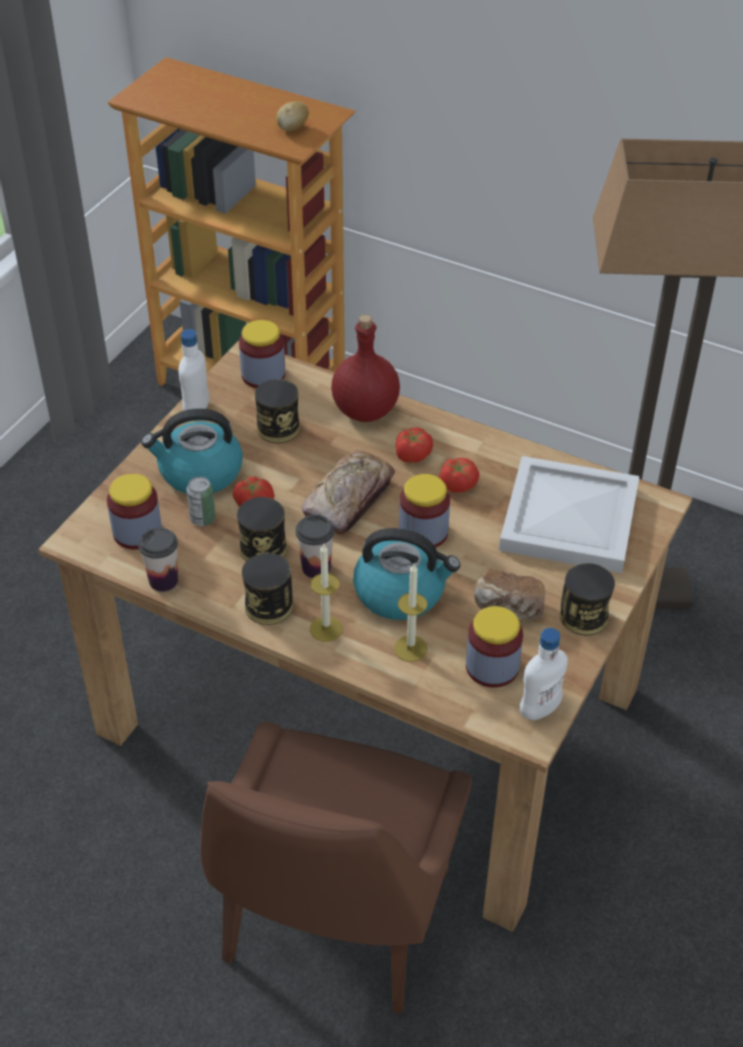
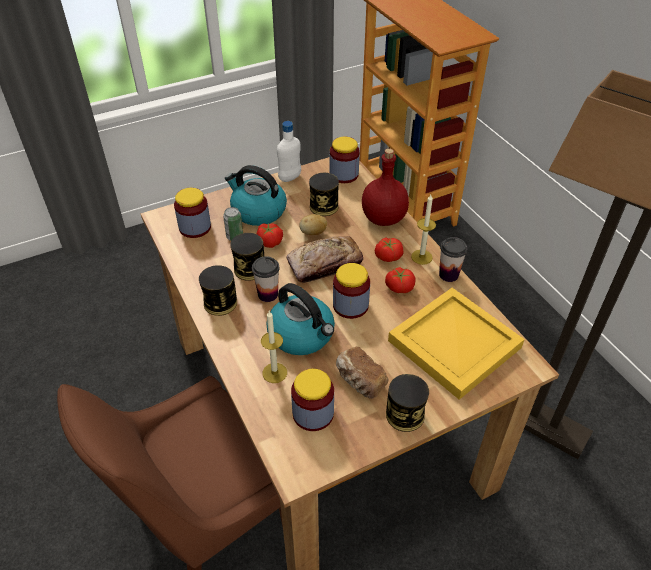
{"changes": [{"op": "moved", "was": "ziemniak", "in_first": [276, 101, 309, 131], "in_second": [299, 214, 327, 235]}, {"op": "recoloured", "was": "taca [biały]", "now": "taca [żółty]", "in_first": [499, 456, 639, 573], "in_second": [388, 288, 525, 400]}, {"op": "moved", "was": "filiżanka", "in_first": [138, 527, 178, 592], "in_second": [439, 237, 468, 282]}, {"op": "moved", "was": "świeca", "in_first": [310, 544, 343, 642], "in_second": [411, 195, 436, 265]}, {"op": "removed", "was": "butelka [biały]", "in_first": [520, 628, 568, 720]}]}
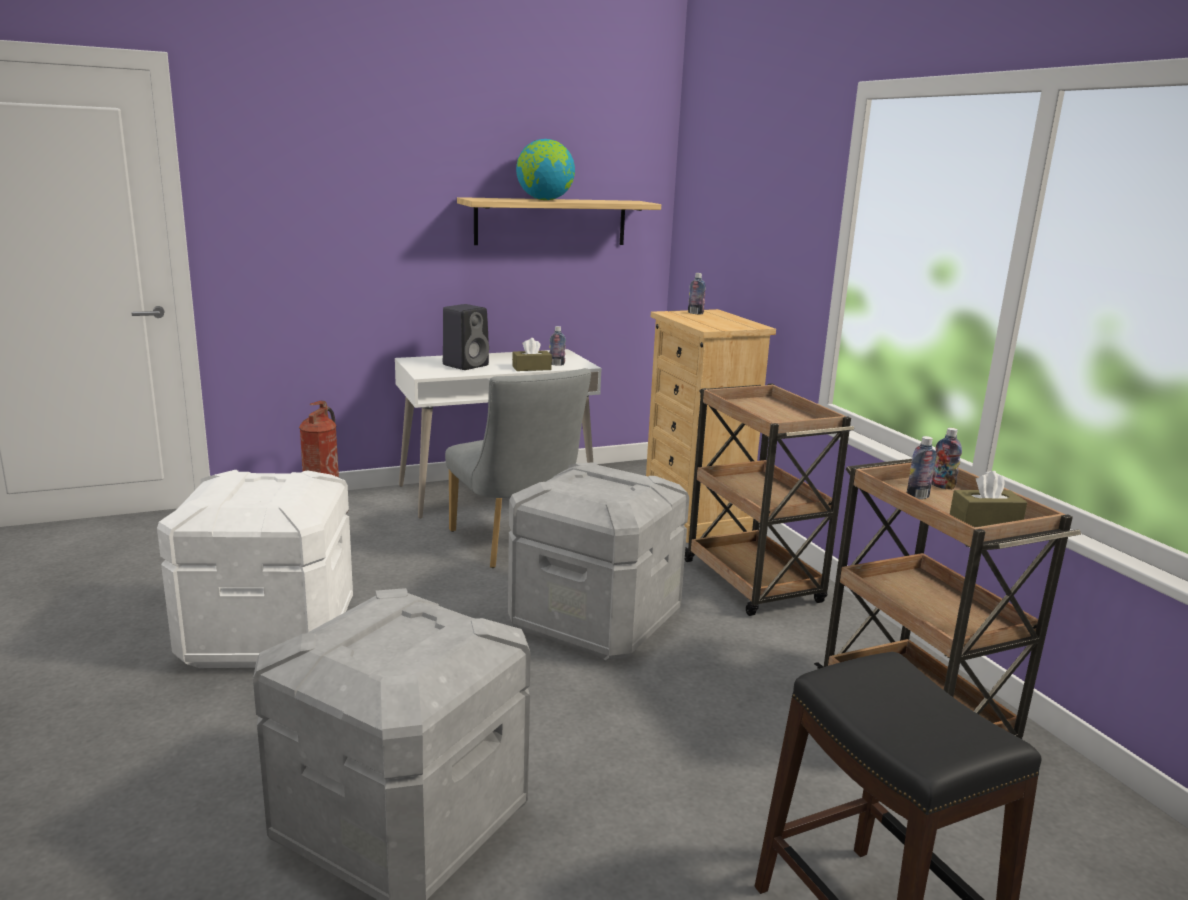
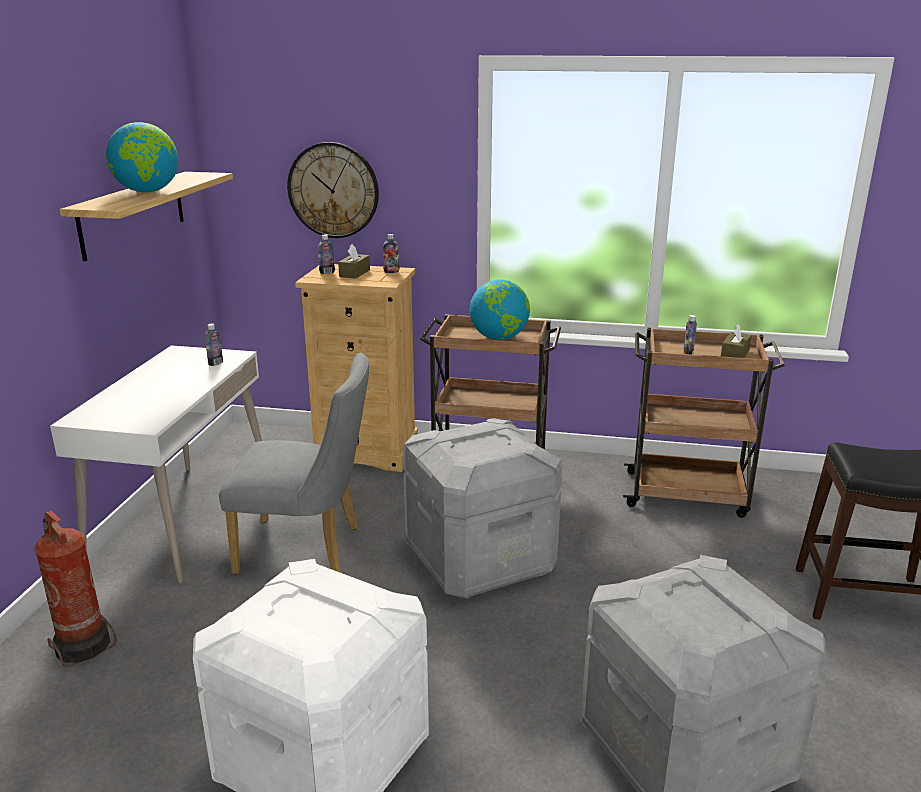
{"changes": [{"op": "removed", "was": "głośnik [czarny]", "in_first": [443, 304, 489, 370]}, {"op": "moved", "was": "pudełko chusteczek [brązowy]", "in_first": [512, 338, 552, 371], "in_second": [338, 244, 370, 279]}, {"op": "moved", "was": "butelka", "in_first": [932, 428, 962, 490], "in_second": [383, 234, 400, 273]}, {"op": "added", "now": "zegar ścienny", "in_second": [287, 142, 379, 238]}, {"op": "added", "now": "globus", "in_second": [470, 279, 530, 340]}]}
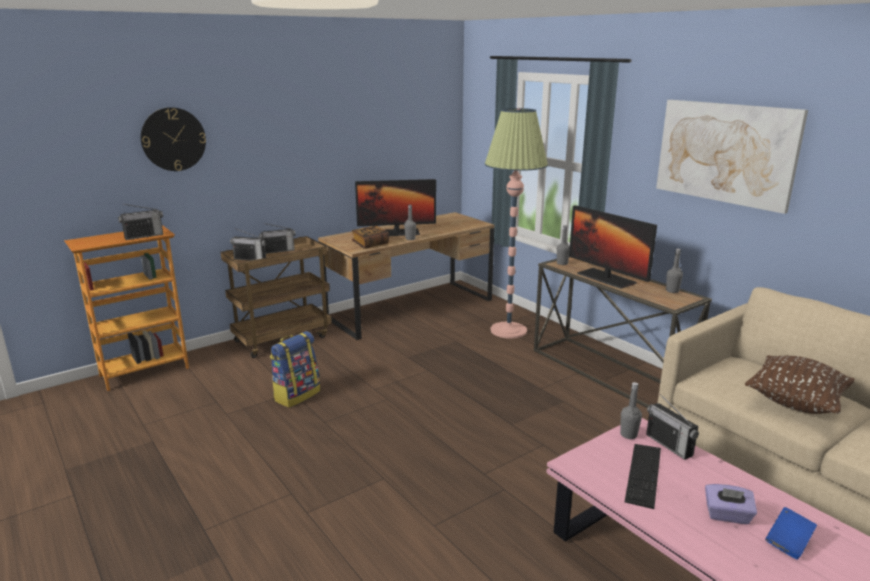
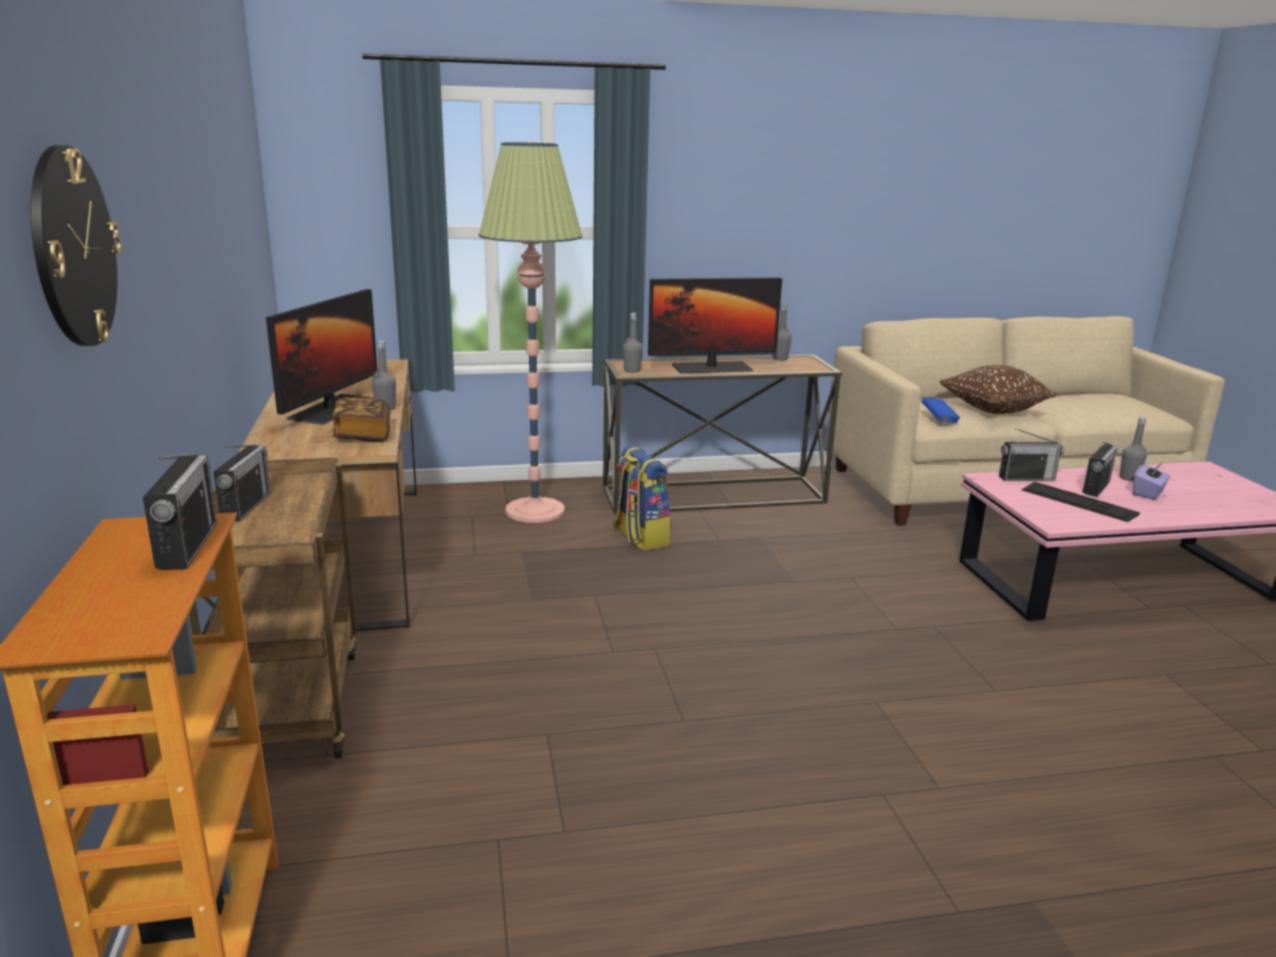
{"changes": [{"op": "removed", "was": "obraz", "in_first": [656, 100, 808, 214]}, {"op": "moved", "was": "radio", "in_first": [230, 228, 266, 261], "in_second": [1082, 442, 1117, 497]}, {"op": "moved", "was": "plecak", "in_first": [270, 331, 320, 408], "in_second": [613, 445, 671, 551]}, {"op": "moved", "was": "butelka [szary]", "in_first": [620, 382, 642, 439], "in_second": [1119, 417, 1147, 481]}, {"op": "moved", "was": "książka [niebieski]", "in_first": [765, 507, 817, 560], "in_second": [921, 398, 960, 423]}]}
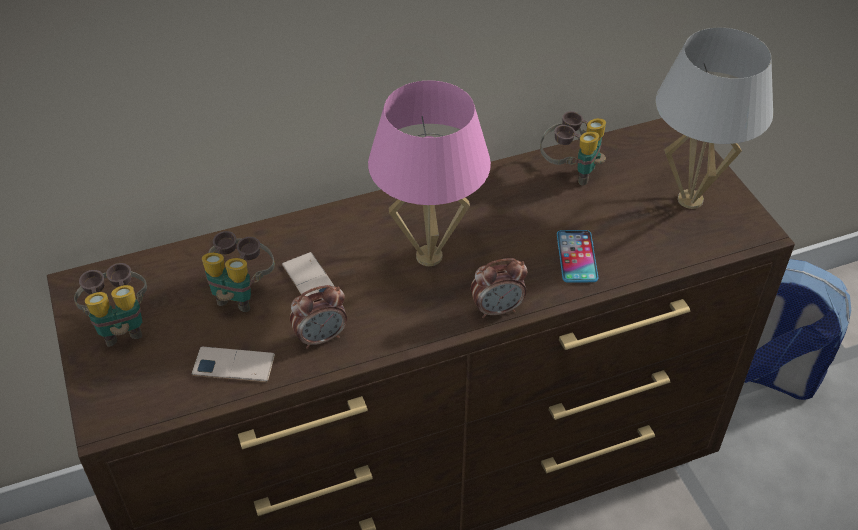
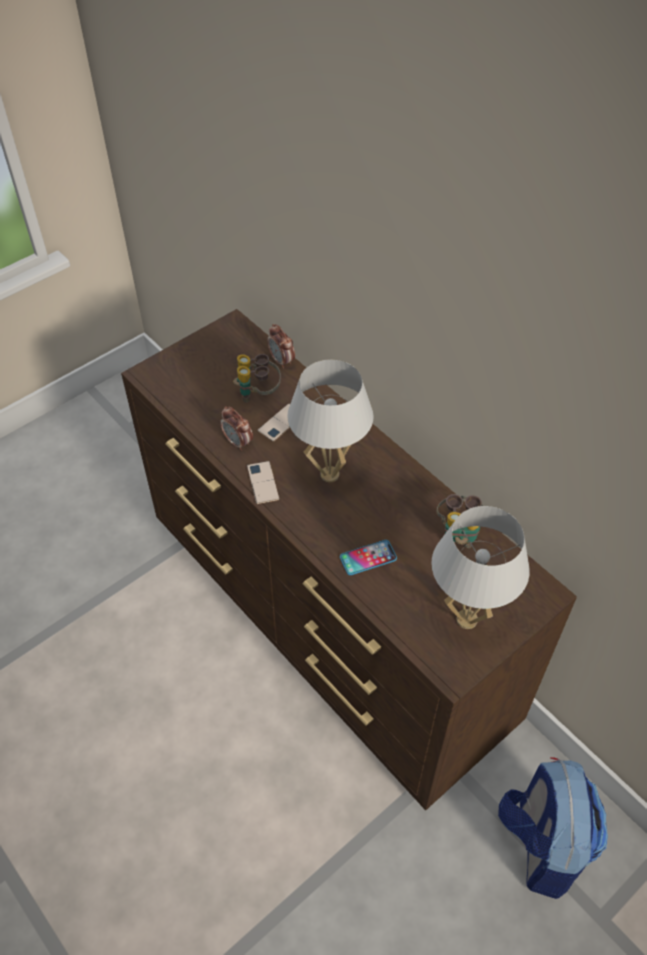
{"changes": [{"op": "recoloured", "was": "lampa stołowa [różowy]", "now": "lampa stołowa [biały]", "in_first": [368, 81, 491, 266], "in_second": [287, 360, 374, 482]}, {"op": "moved", "was": "budzik", "in_first": [471, 258, 527, 318], "in_second": [267, 324, 295, 369]}, {"op": "removed", "was": "lornetka", "in_first": [74, 263, 147, 347]}, {"op": "moved", "was": "telefon", "in_first": [191, 347, 275, 382], "in_second": [247, 461, 279, 504]}]}
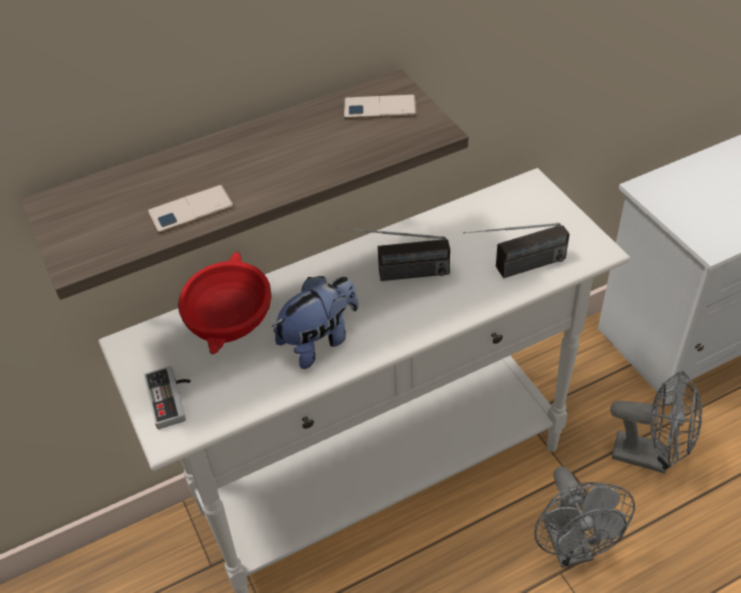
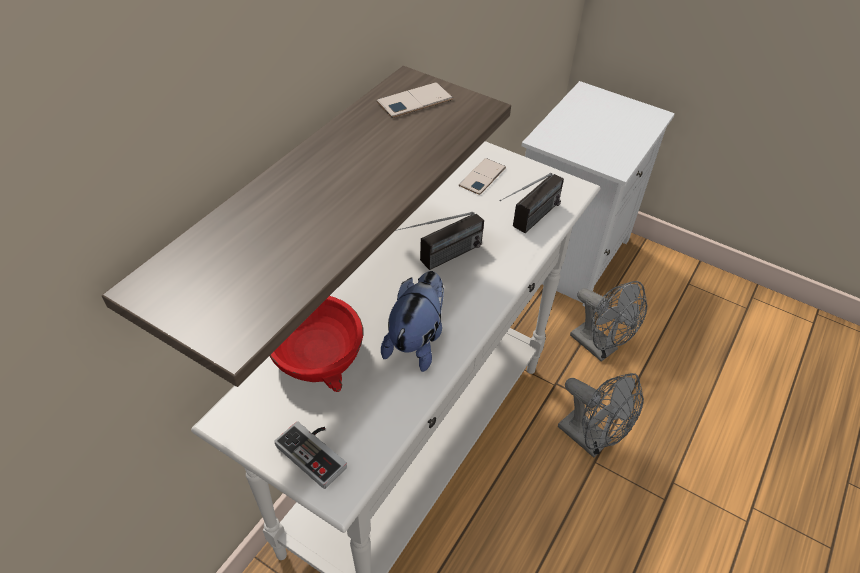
{"changes": [{"op": "moved", "was": "telefon", "in_first": [147, 185, 234, 233], "in_second": [459, 158, 506, 195]}, {"op": "turned", "was": "wentylator [szary]", "in_first": [610, 370, 702, 474], "in_second": [570, 281, 647, 362], "clockwise": 60}]}
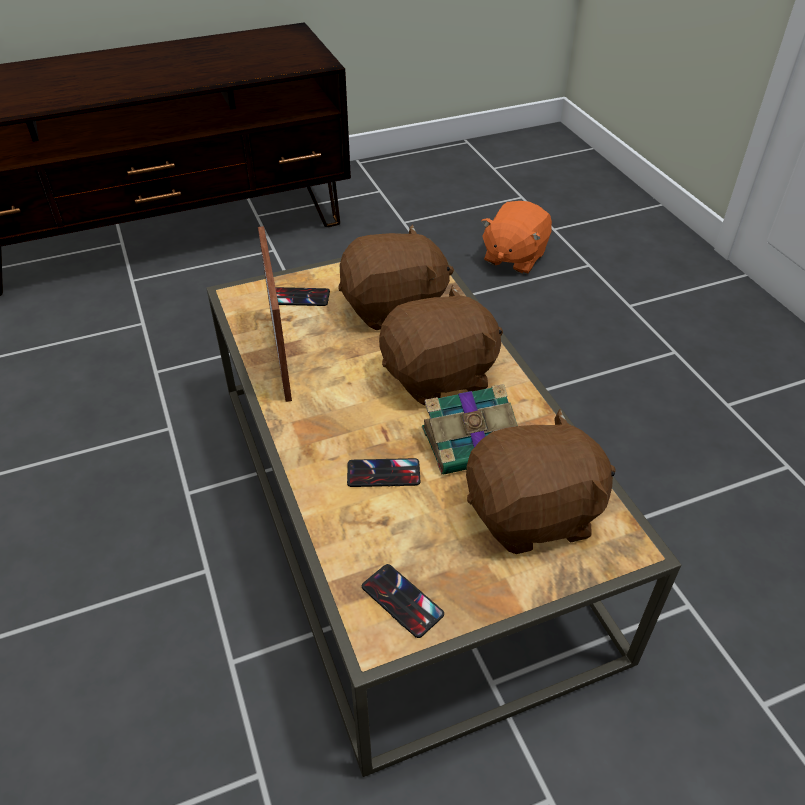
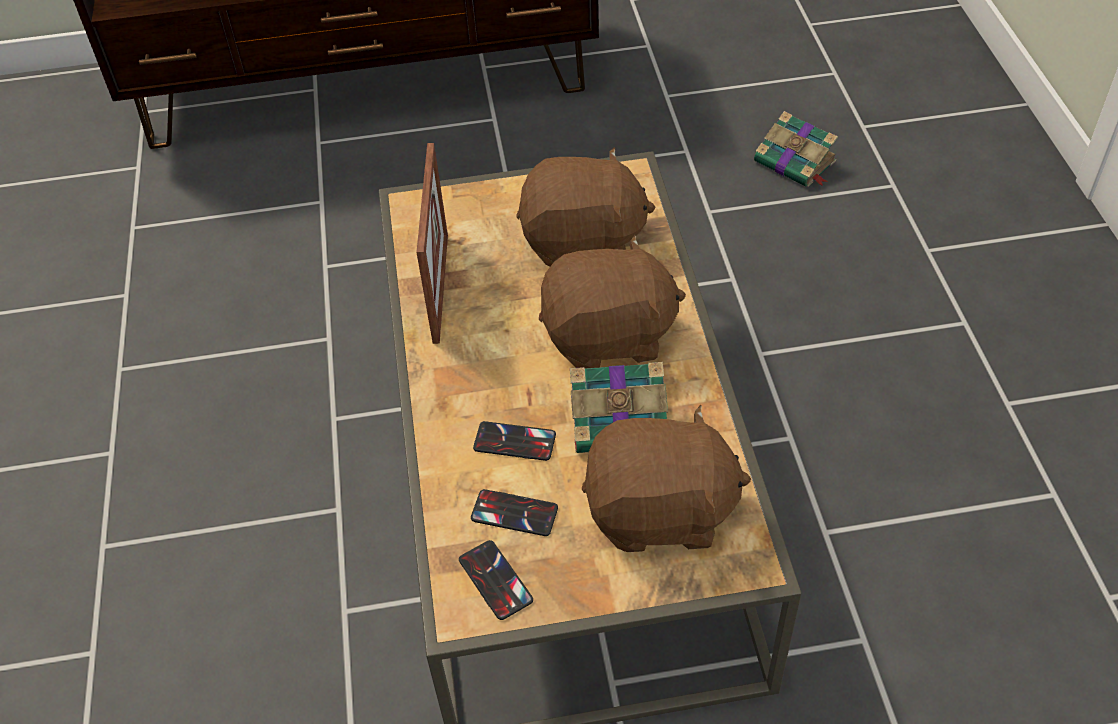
{"changes": [{"op": "replaced", "was": "pluszak [pomarańczowy]", "now": "książka", "in_first": [481, 201, 552, 274], "in_second": [754, 111, 838, 187]}, {"op": "moved", "was": "telefon", "in_first": [275, 287, 330, 306], "in_second": [471, 489, 558, 536]}]}
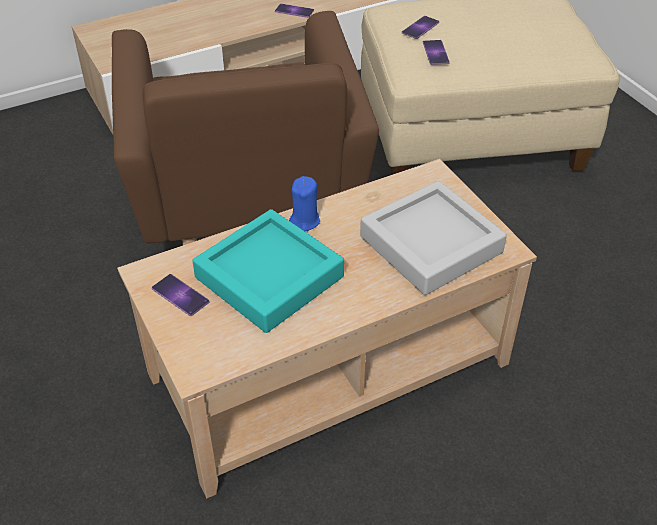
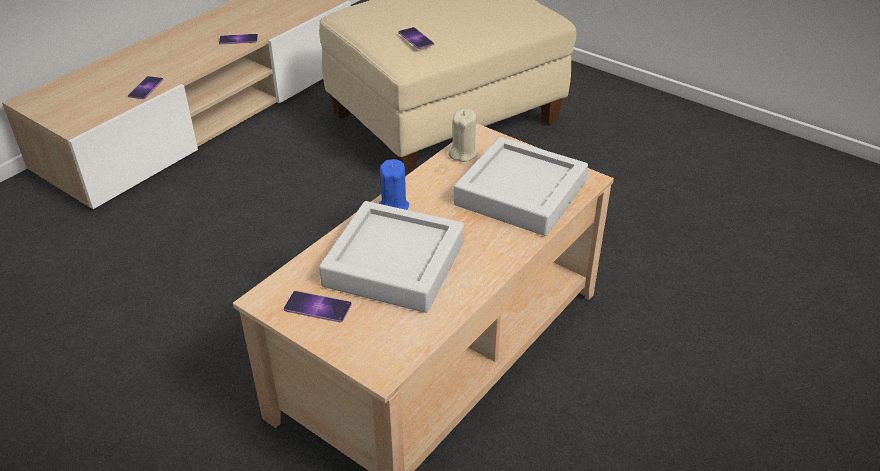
{"changes": [{"op": "removed", "was": "fotel [brązowy]", "in_first": [112, 11, 379, 245]}, {"op": "moved", "was": "telefon", "in_first": [402, 16, 439, 39], "in_second": [128, 76, 164, 99]}, {"op": "recoloured", "was": "taca [turkusowy]", "now": "taca [szary]", "in_first": [193, 209, 344, 333], "in_second": [319, 201, 464, 313]}, {"op": "added", "now": "świeca [beżowy]", "in_second": [448, 109, 478, 162]}]}
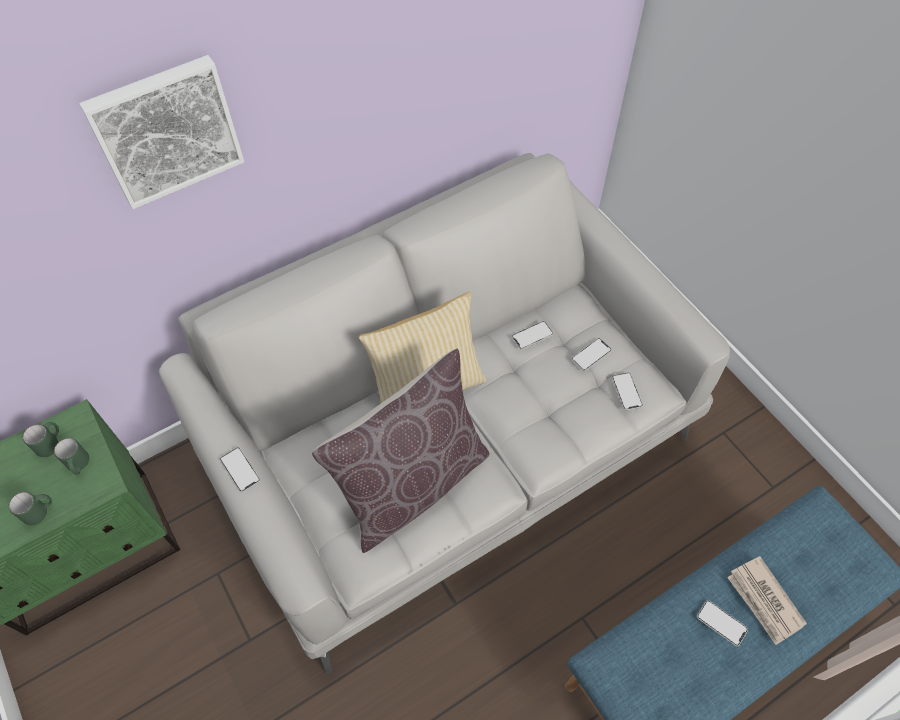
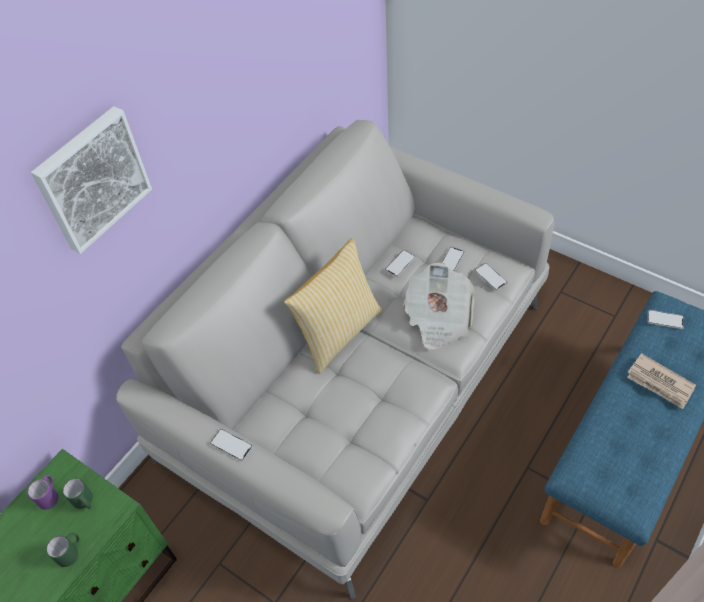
{"changes": [{"op": "removed", "was": "poduszka [brązowy]", "in_first": [312, 349, 489, 553]}, {"op": "recoloured", "was": "kubek [zielony]", "now": "kubek [fioletowy]", "in_first": [23, 422, 59, 457], "in_second": [28, 475, 59, 510]}, {"op": "moved", "was": "telefon", "in_first": [697, 600, 748, 646], "in_second": [647, 310, 684, 329]}, {"op": "added", "now": "gazeta", "in_second": [403, 263, 475, 350]}]}
